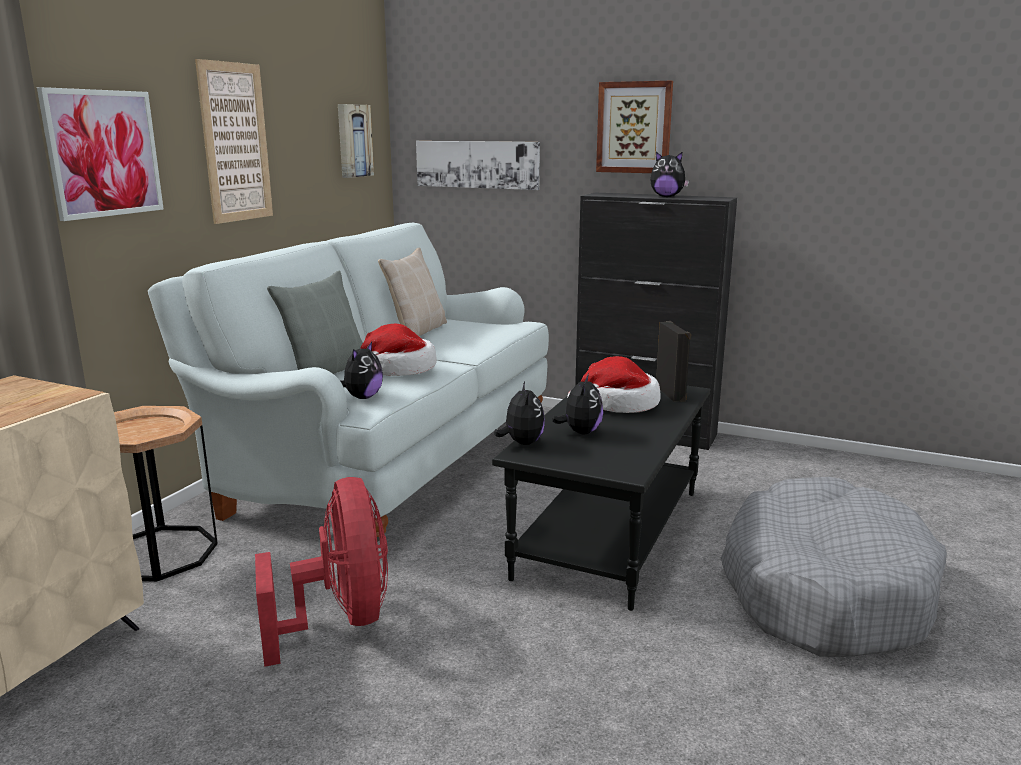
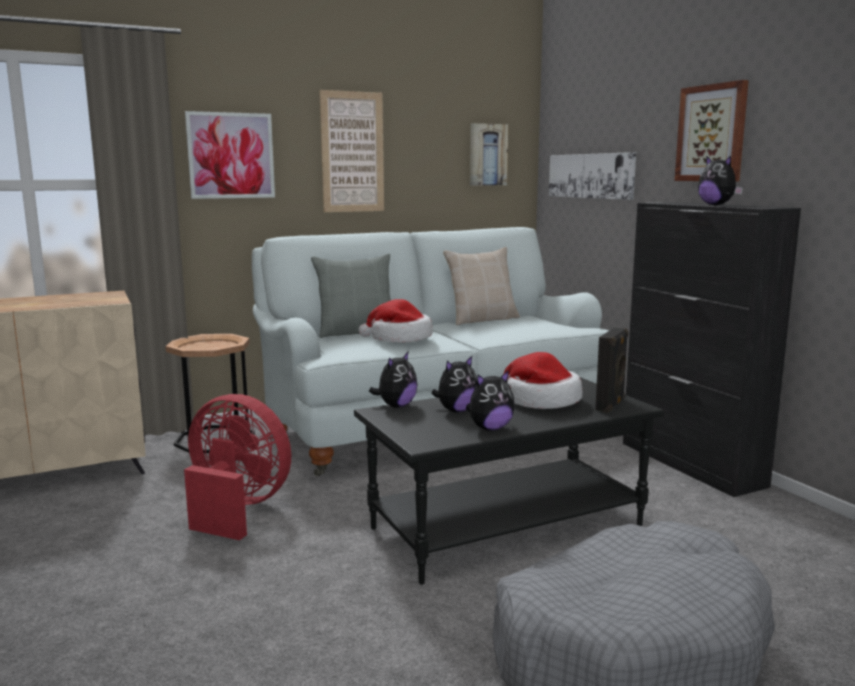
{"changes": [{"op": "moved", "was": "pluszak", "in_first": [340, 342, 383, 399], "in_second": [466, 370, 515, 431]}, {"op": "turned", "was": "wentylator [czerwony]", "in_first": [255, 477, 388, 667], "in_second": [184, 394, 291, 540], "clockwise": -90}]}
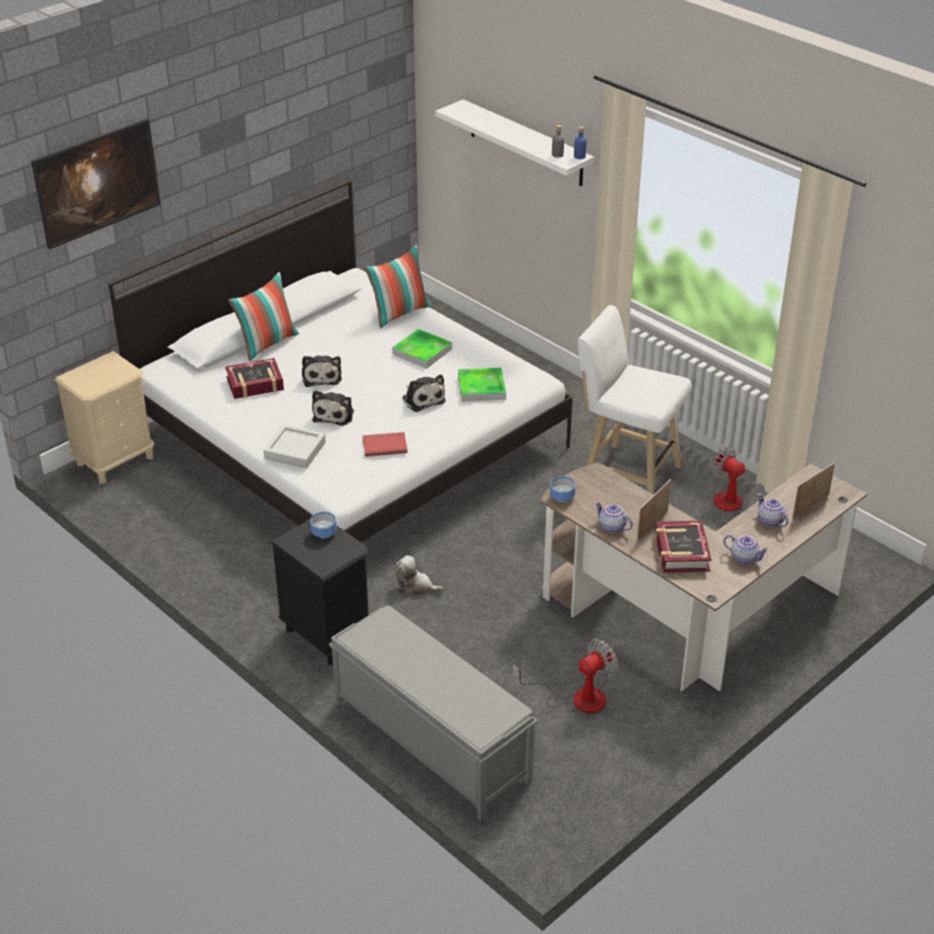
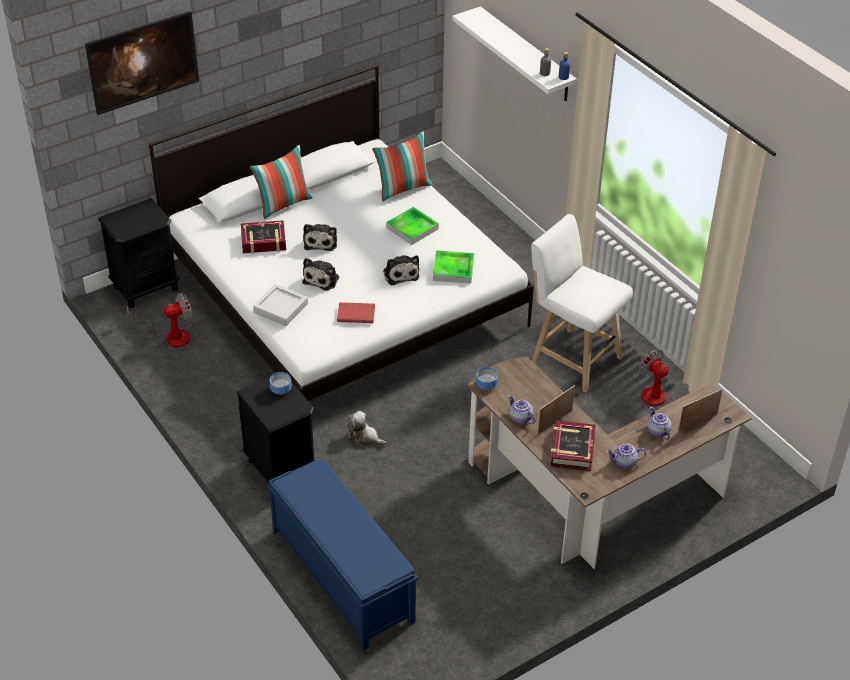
{"changes": [{"op": "recoloured", "was": "szafka nocna [beżowy]", "now": "szafka nocna [czarny]", "in_first": [55, 351, 154, 484], "in_second": [98, 198, 179, 308]}, {"op": "turned", "was": "imbryk", "in_first": [724, 535, 769, 564], "in_second": [606, 444, 646, 468], "clockwise": 135}, {"op": "recoloured", "was": "ławka [szary]", "now": "ławka [niebieski]", "in_first": [329, 605, 538, 821], "in_second": [267, 459, 418, 651]}, {"op": "moved", "was": "wentylator", "in_first": [513, 639, 618, 713], "in_second": [126, 293, 192, 347]}]}
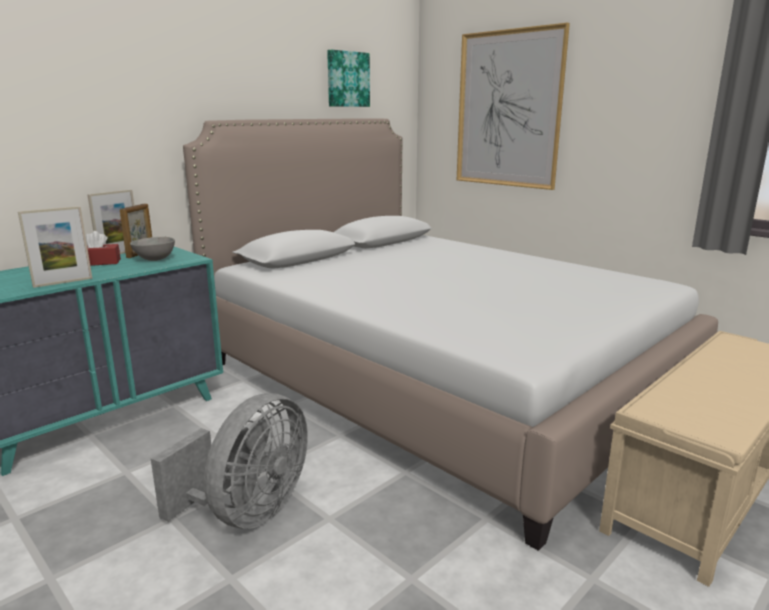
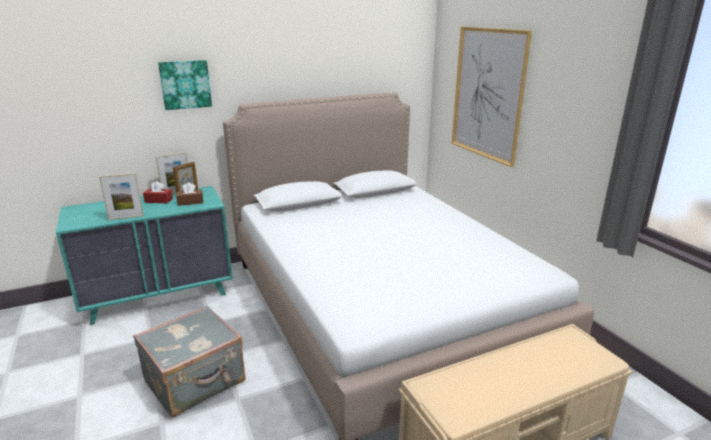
{"changes": [{"op": "moved", "was": "obraz", "in_first": [327, 49, 370, 107], "in_second": [158, 60, 212, 110]}, {"op": "replaced", "was": "miska [szary]", "now": "pudełko chusteczek [brązowy]", "in_first": [130, 237, 175, 261], "in_second": [176, 182, 203, 206]}, {"op": "replaced", "was": "wentylator [szary]", "now": "walizka [szary]", "in_first": [151, 393, 308, 529], "in_second": [133, 305, 245, 417]}]}
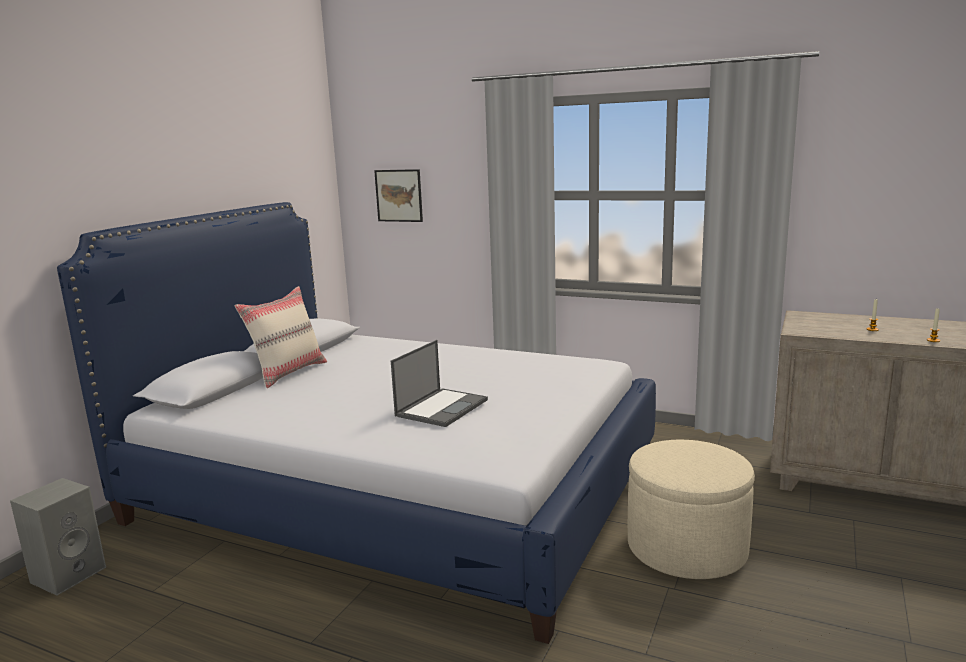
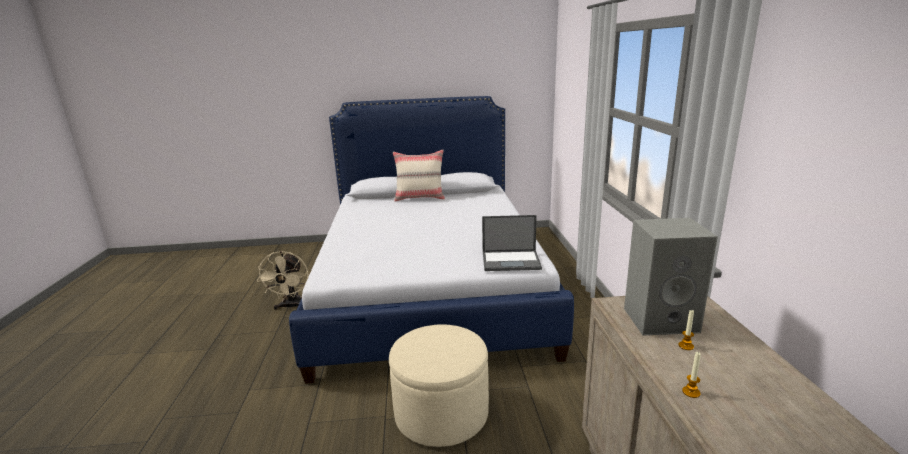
{"changes": [{"op": "removed", "was": "obraz", "in_first": [374, 169, 423, 222]}, {"op": "moved", "was": "laptop", "in_first": [391, 340, 488, 427], "in_second": [482, 215, 542, 271]}, {"op": "moved", "was": "głośnik [szary]", "in_first": [10, 478, 106, 596], "in_second": [624, 218, 718, 336]}, {"op": "added", "now": "wentylator [beżowy]", "in_second": [257, 251, 309, 310]}]}
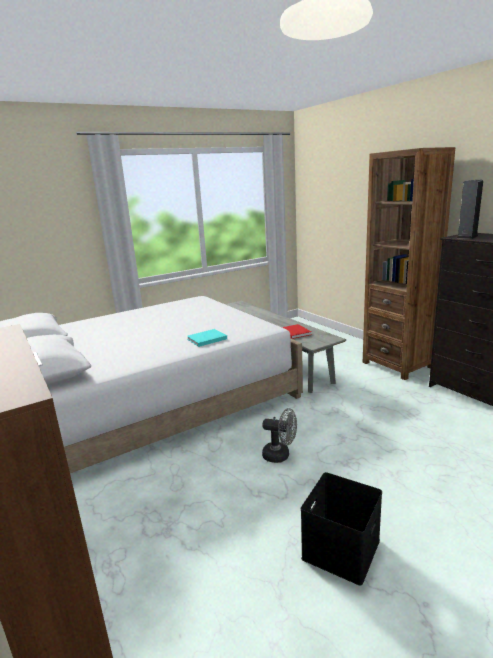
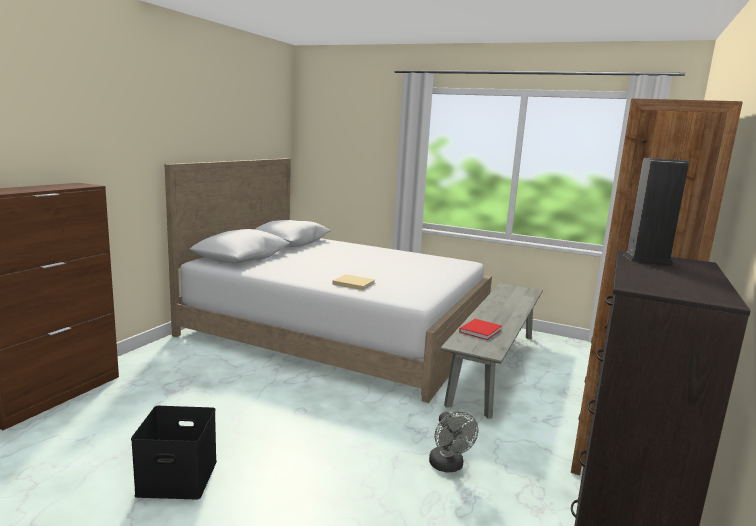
{"changes": [{"op": "recoloured", "was": "książka [turkusowy]", "now": "książka [beżowy]", "in_first": [187, 329, 227, 347], "in_second": [332, 274, 375, 290]}, {"op": "moved", "was": "wentylator [szary]", "in_first": [262, 408, 297, 463], "in_second": [429, 412, 478, 473]}]}
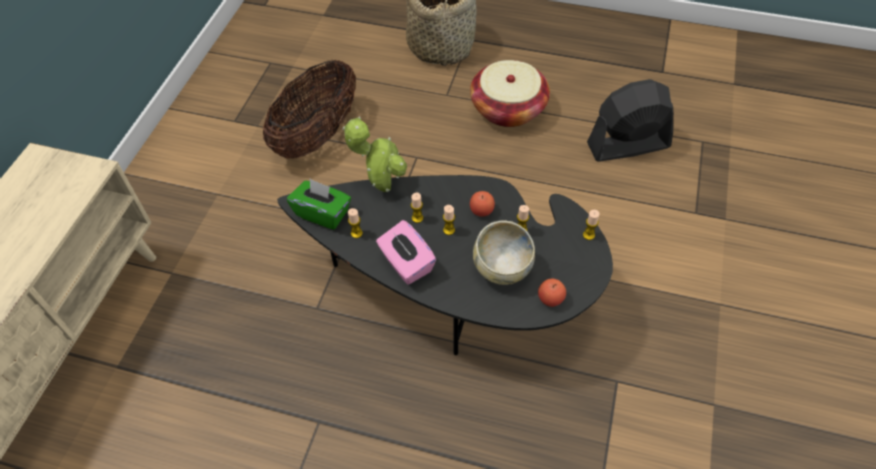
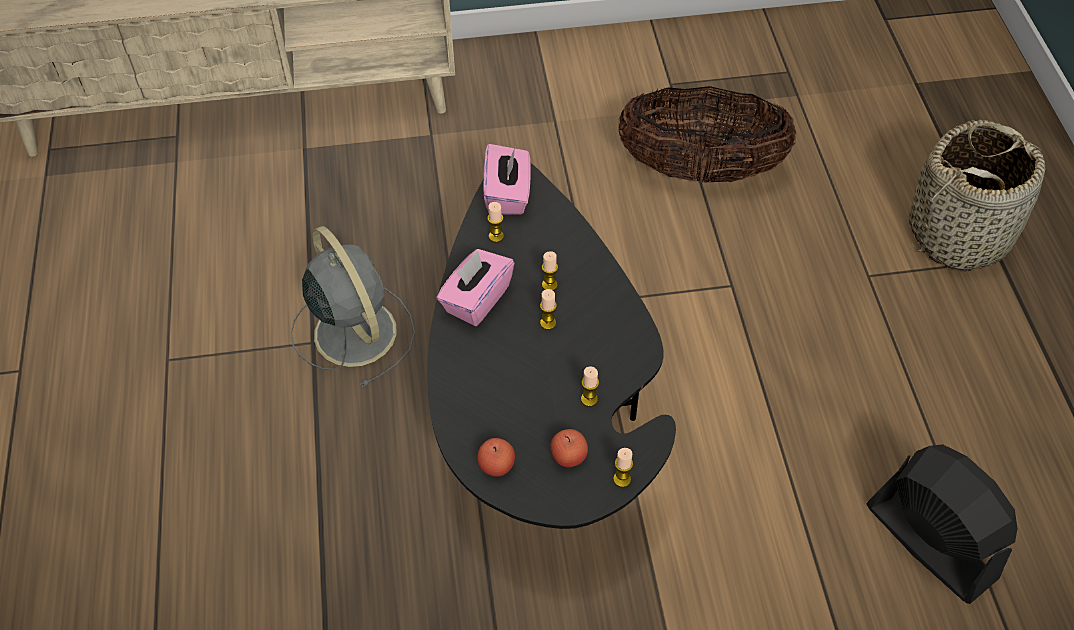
{"changes": [{"op": "removed", "was": "koszyk", "in_first": [470, 60, 550, 127]}, {"op": "removed", "was": "roślina doniczkowa", "in_first": [342, 116, 407, 192]}, {"op": "recoloured", "was": "pudełko chusteczek [zielony]", "now": "pudełko chusteczek [różowy]", "in_first": [287, 179, 351, 230], "in_second": [483, 144, 531, 215]}, {"op": "moved", "was": "jabłko", "in_first": [470, 191, 495, 217], "in_second": [550, 429, 588, 467]}, {"op": "removed", "was": "miska [beżowy]", "in_first": [473, 220, 535, 285]}, {"op": "added", "now": "wentylator [szary]", "in_second": [290, 226, 415, 387]}]}
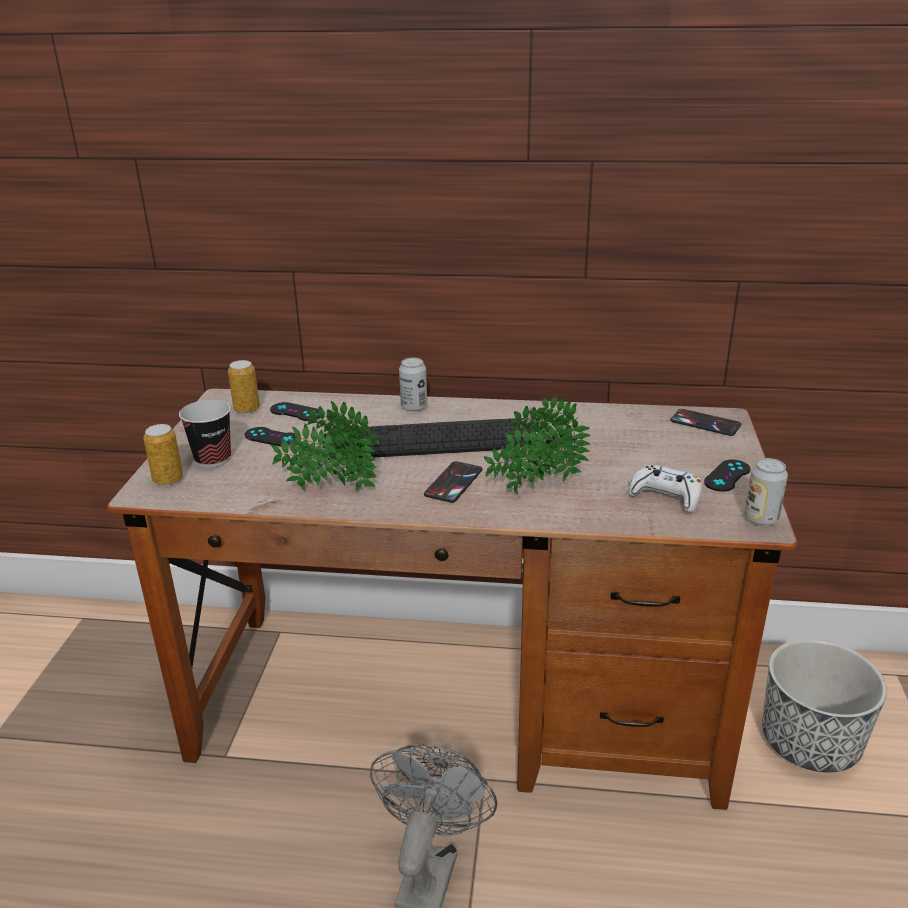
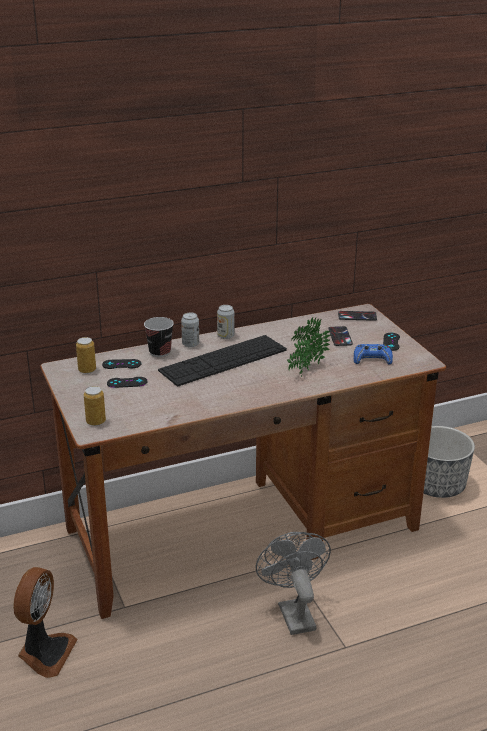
{"changes": [{"op": "moved", "was": "filiżanka", "in_first": [179, 400, 231, 468], "in_second": [144, 317, 174, 357]}, {"op": "removed", "was": "roślina doniczkowa", "in_first": [270, 401, 380, 491]}, {"op": "moved", "was": "puszka", "in_first": [744, 458, 788, 526], "in_second": [217, 305, 235, 339]}, {"op": "moved", "was": "telefon", "in_first": [424, 461, 482, 503], "in_second": [328, 326, 353, 346]}, {"op": "recoloured", "was": "pad do gier [biały]", "now": "pad do gier [niebieski]", "in_first": [628, 465, 702, 513], "in_second": [354, 344, 393, 365]}, {"op": "added", "now": "wentylator", "in_second": [13, 567, 78, 678]}]}
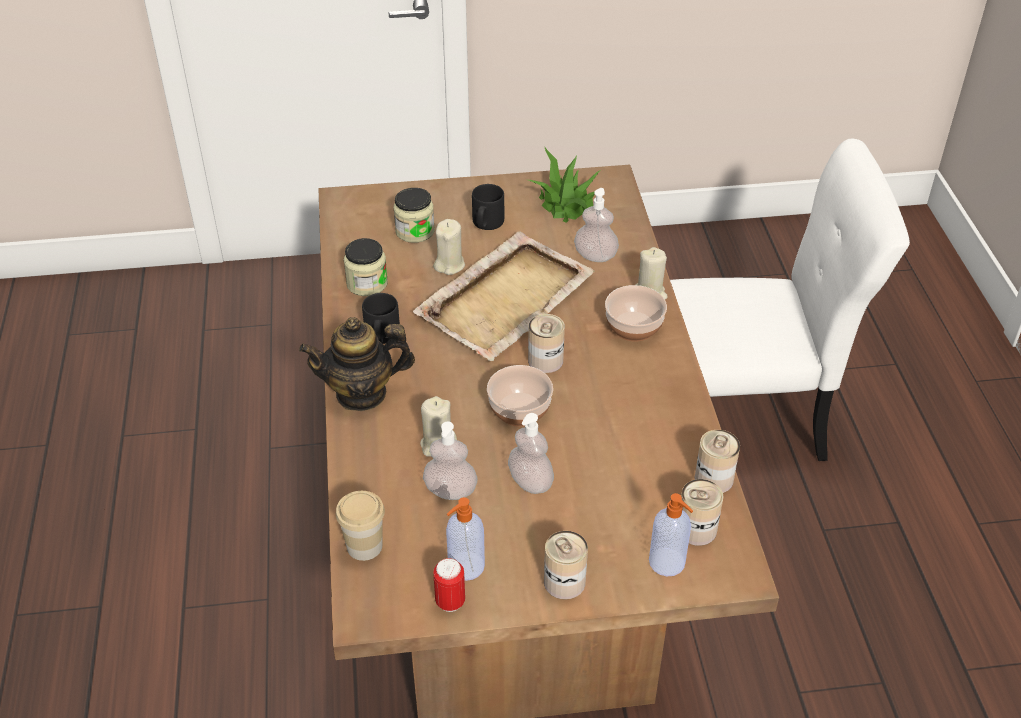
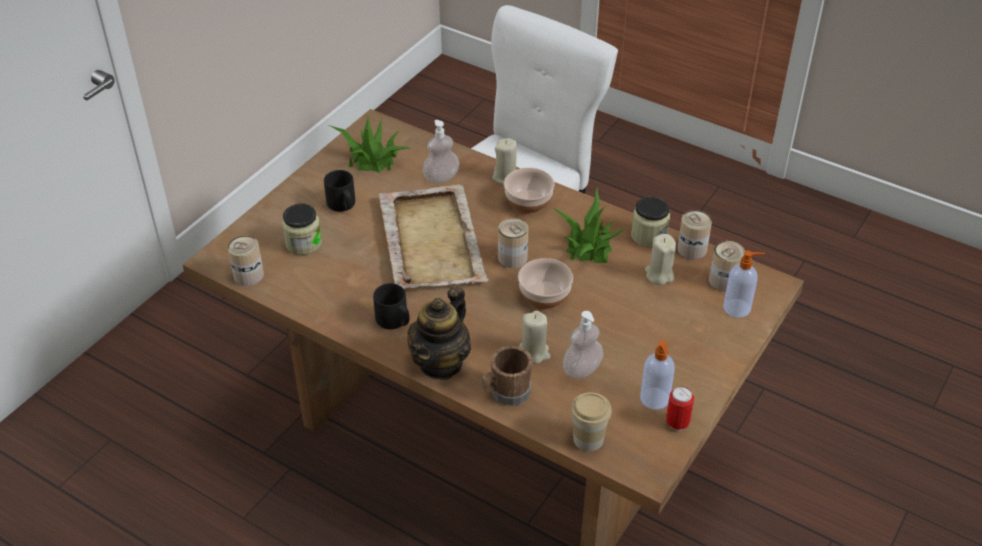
{"changes": [{"op": "moved", "was": "świeca [beżowy]", "in_first": [433, 219, 465, 275], "in_second": [645, 234, 676, 285]}, {"op": "moved", "was": "słoik", "in_first": [344, 238, 388, 296], "in_second": [631, 197, 670, 248]}, {"op": "removed", "was": "dozownik mydła", "in_first": [508, 413, 554, 494]}, {"op": "moved", "was": "puszka", "in_first": [544, 531, 588, 600], "in_second": [227, 236, 264, 286]}, {"op": "added", "now": "roślina doniczkowa", "in_second": [552, 187, 624, 263]}, {"op": "added", "now": "kubek [brązowy]", "in_second": [482, 346, 533, 406]}]}
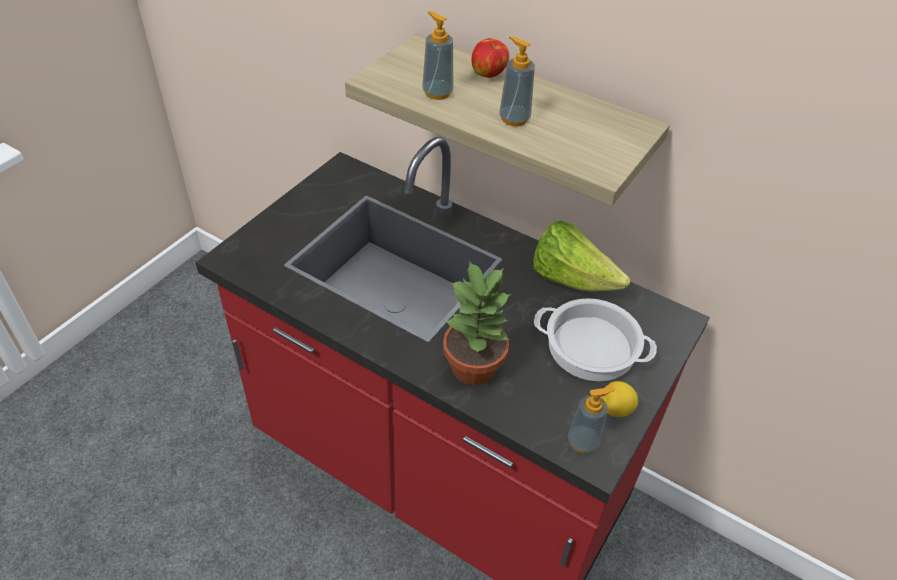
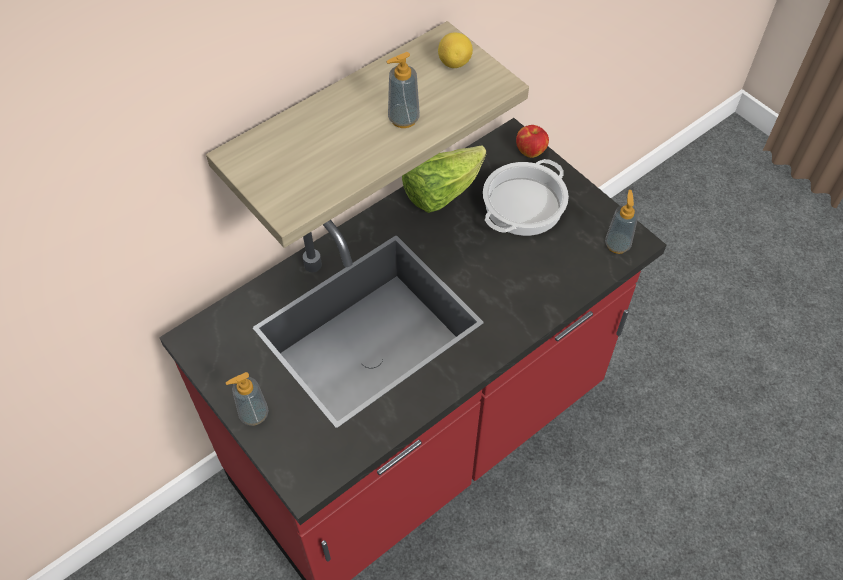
{"changes": [{"op": "moved", "was": "dozownik mydła", "in_first": [422, 11, 453, 100], "in_second": [226, 372, 269, 426]}, {"op": "moved", "was": "jabłko", "in_first": [471, 38, 509, 78], "in_second": [516, 125, 549, 158]}, {"op": "removed", "was": "roślina doniczkowa", "in_first": [443, 260, 511, 385]}, {"op": "moved", "was": "cytryna", "in_first": [600, 381, 638, 417], "in_second": [438, 32, 473, 68]}]}
